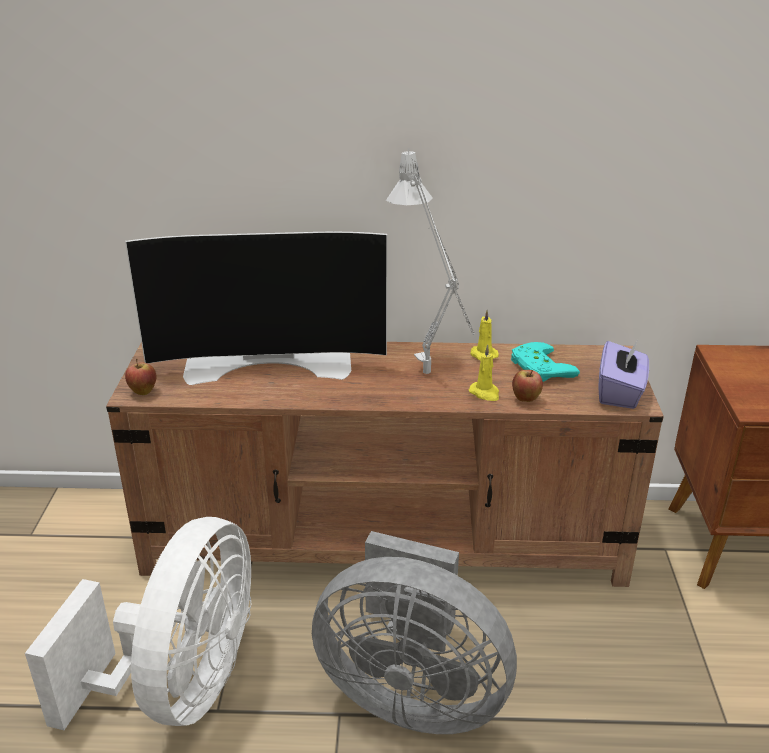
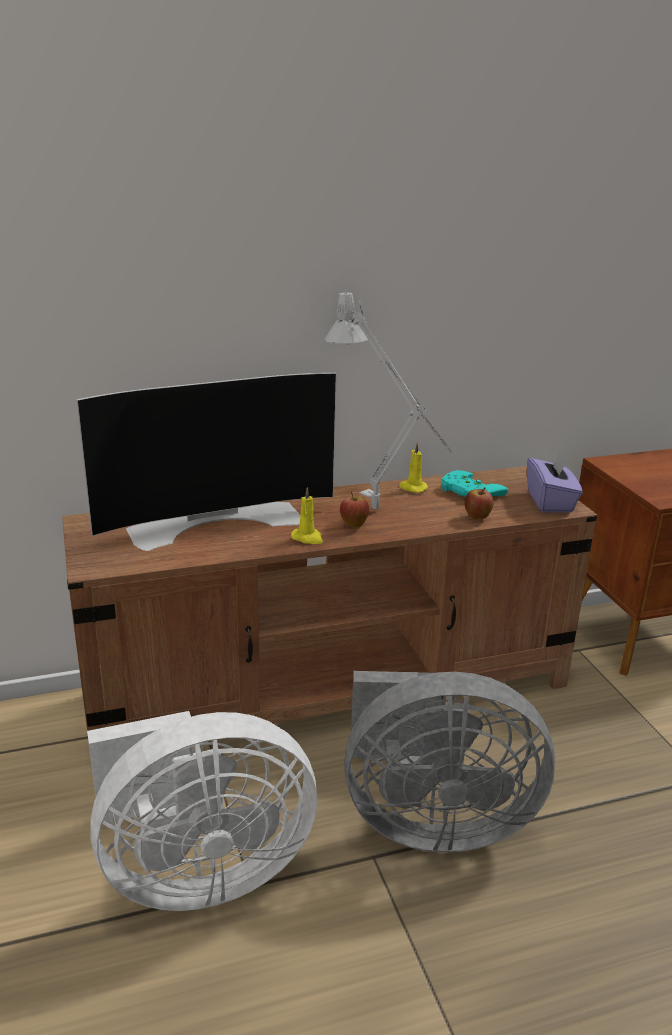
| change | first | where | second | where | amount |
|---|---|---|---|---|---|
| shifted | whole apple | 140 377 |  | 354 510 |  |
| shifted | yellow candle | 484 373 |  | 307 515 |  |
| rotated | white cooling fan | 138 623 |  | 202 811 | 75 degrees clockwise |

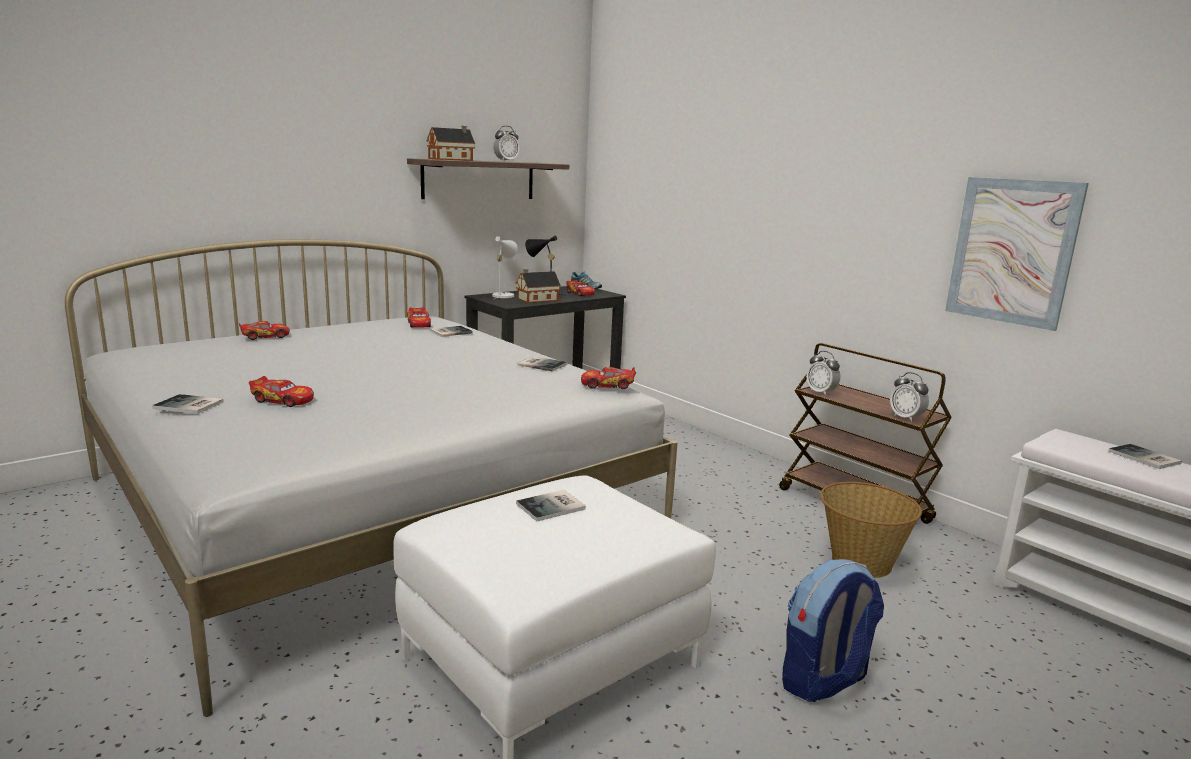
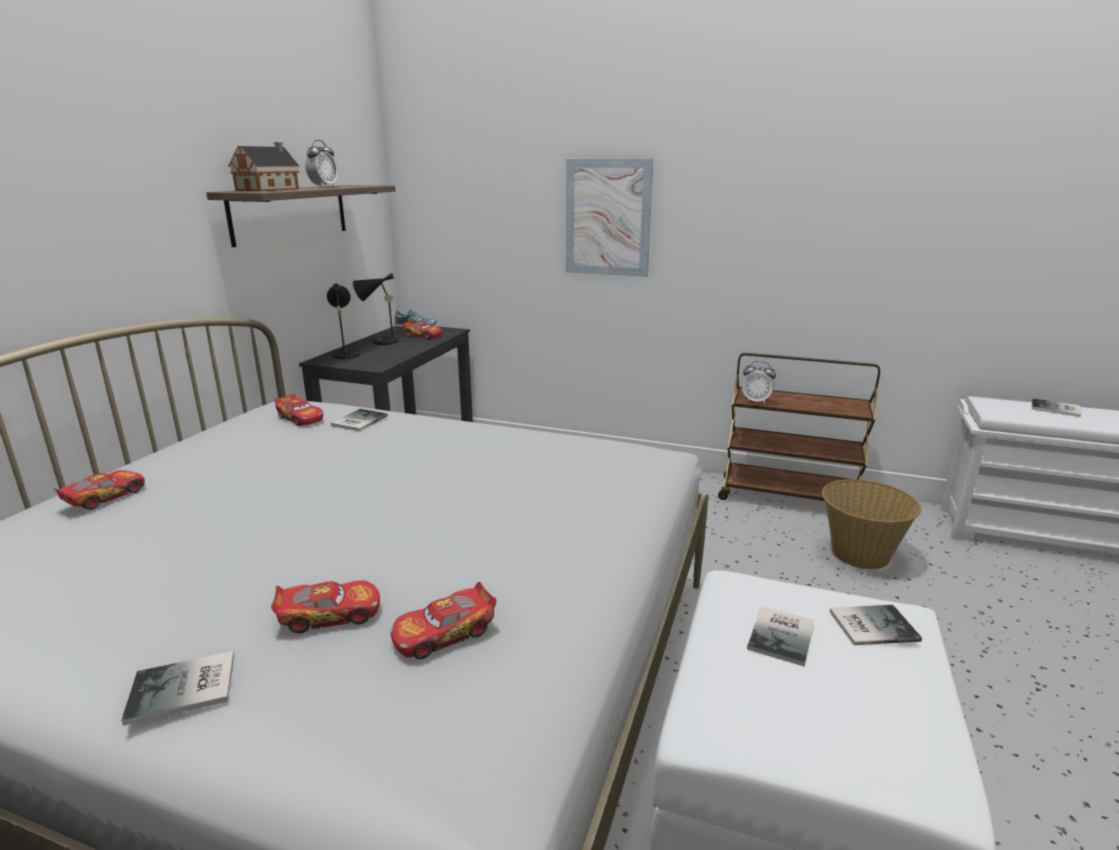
| change | first | where | second | where | amount |
|---|---|---|---|---|---|
| gone | miniature house | 538 286 |  |  |  |
| gone | rucksack | 833 630 |  |  |  |
| gone | table clock | 909 397 |  |  |  |
| shifted | volume | 542 364 |  | 875 625 |  |
| shifted | model car | 608 378 |  | 443 620 |  |
| shifted | wall art | 1017 254 |  | 609 218 |  |
| repainted | white tabletop lamp | 505 267 | blackish tabletop lamp | 344 323 |  |

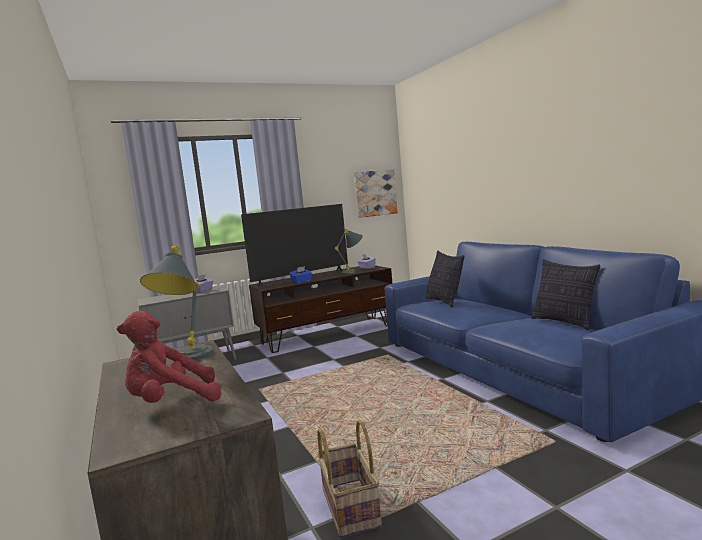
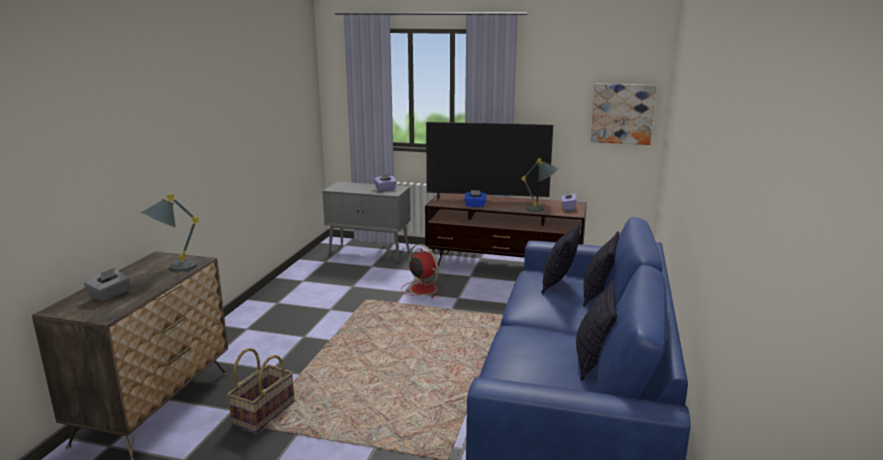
| change | first | where | second | where | amount |
|---|---|---|---|---|---|
| new |  |  | red cooling fan | 422 271 |  |
| new |  |  | cushion | 601 269 |  |
| swapped | red cuddly toy | 169 357 | grey box of tissues | 107 284 |  |

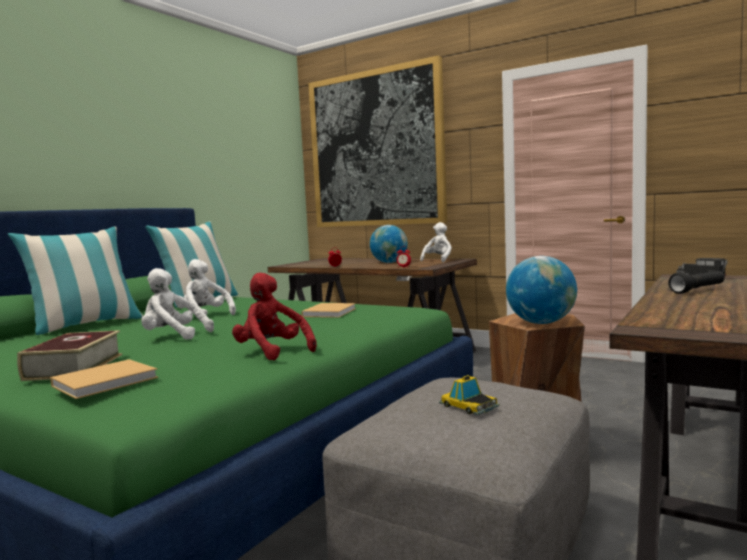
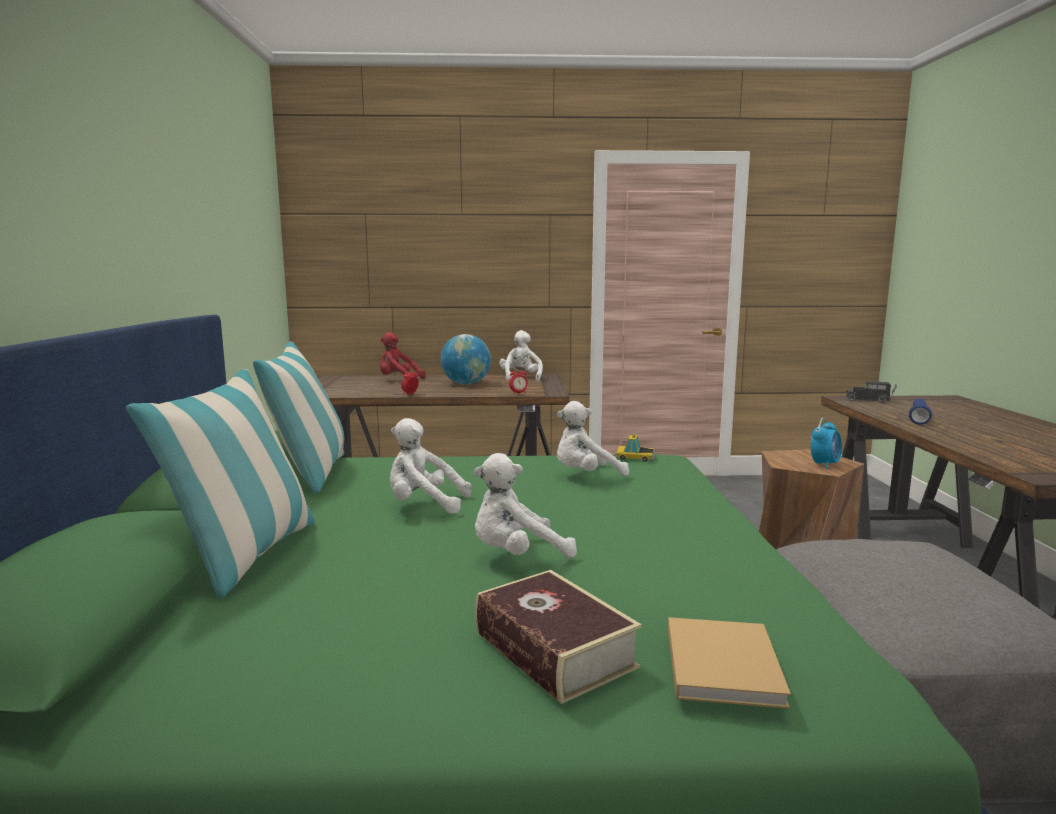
| change | first | where | second | where | amount |
|---|---|---|---|---|---|
| gone | wall art | 377 141 |  |  |  |
| shifted | red cuddly toy | 274 316 |  | 402 355 |  |
| shifted | model car | 469 395 |  | 635 448 |  |
| swapped | sand-coloured volume | 328 310 | white cuddly toy | 593 438 |  |
| swapped | world globe | 541 290 | table clock | 826 443 |  |
| repainted | blackish torch | 696 282 | blue-coloured torch | 920 411 |  |

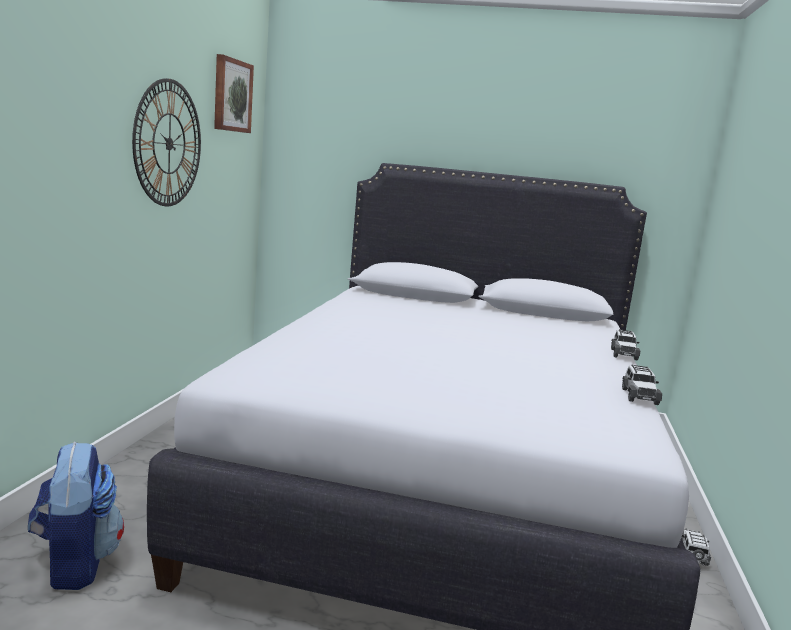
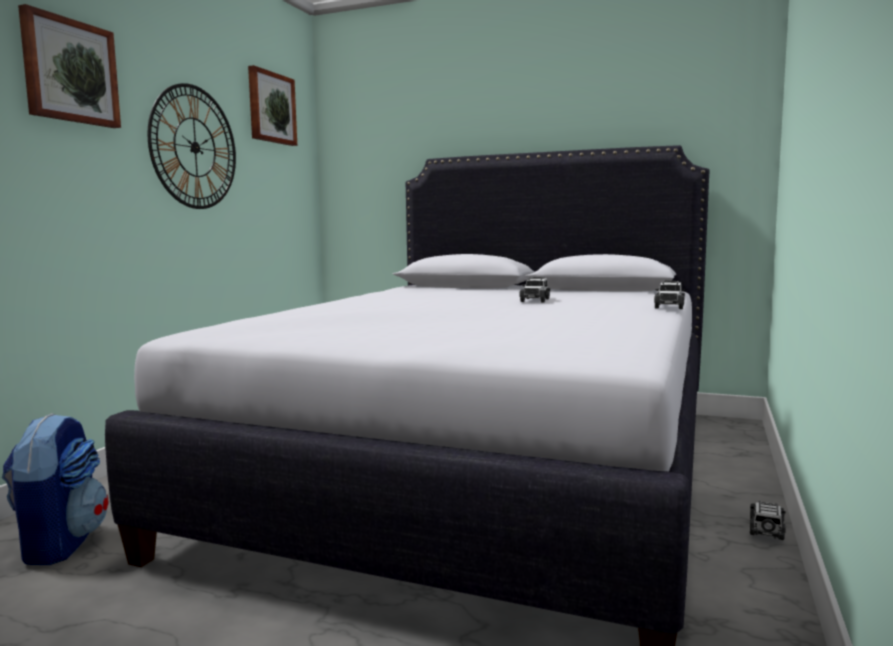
| change | first | where | second | where | amount |
|---|---|---|---|---|---|
| new |  |  | wall art | 69 66 |  |
| shifted | model car | 642 384 |  | 534 289 |  |

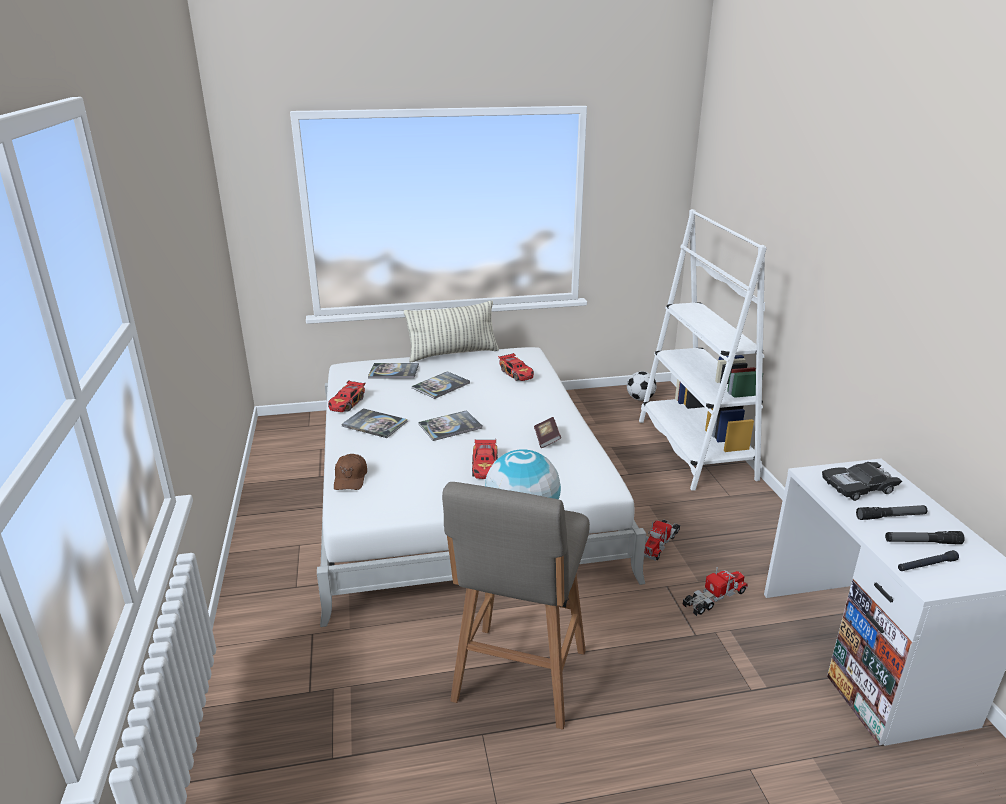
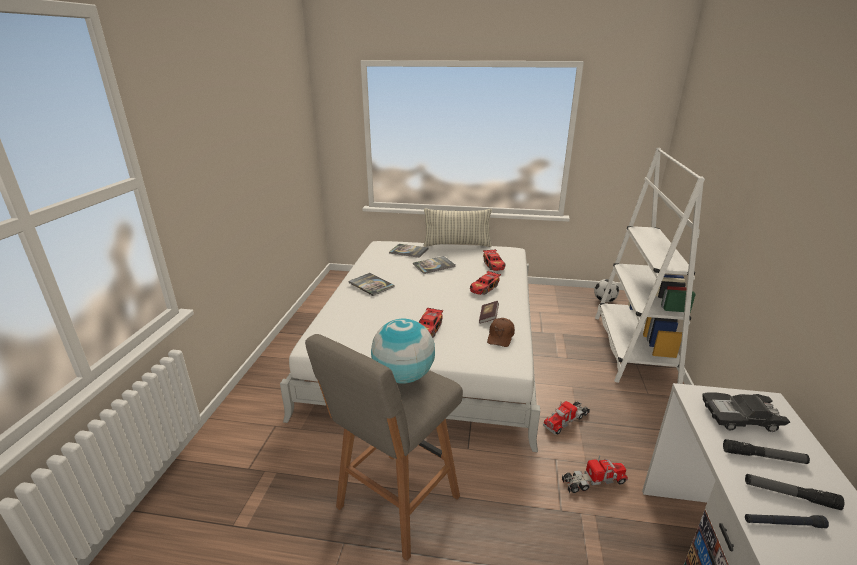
| change | first | where | second | where | amount |
|---|---|---|---|---|---|
| gone | volume | 450 425 |  |  |  |
| shifted | model car | 346 396 |  | 485 282 |  |
| shifted | brown-coloured peaked cap | 350 472 |  | 501 332 |  |

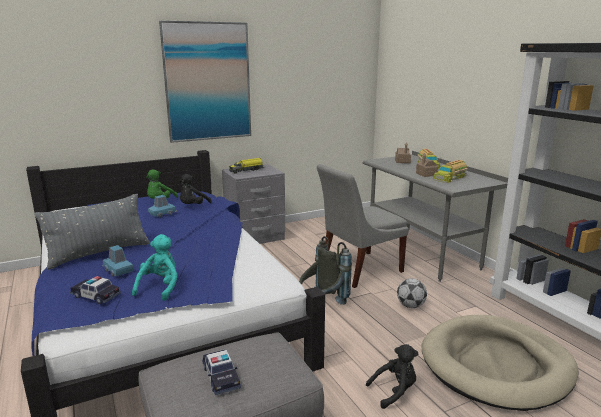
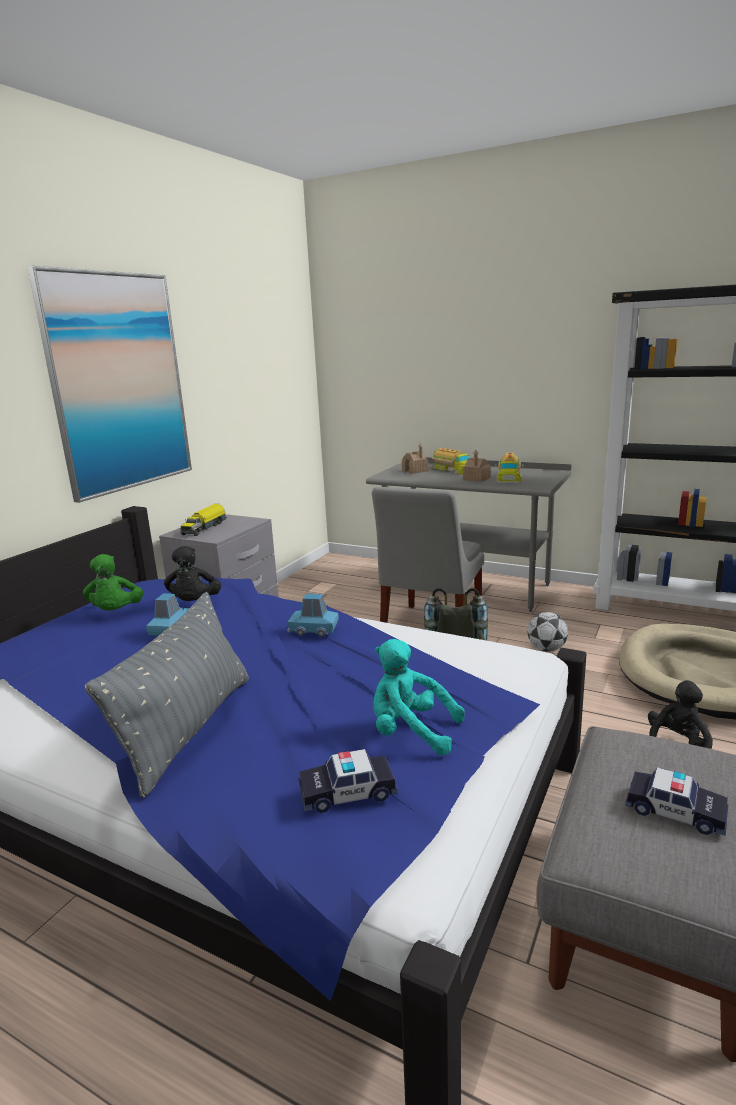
| change | first | where | second | where | amount |
|---|---|---|---|---|---|
| shifted | blue-coloured model car | 118 260 |  | 313 615 |  |
| rotated | turquoise-coloured cuddly toy | 155 267 |  | 419 697 | 45 degrees counterclockwise |

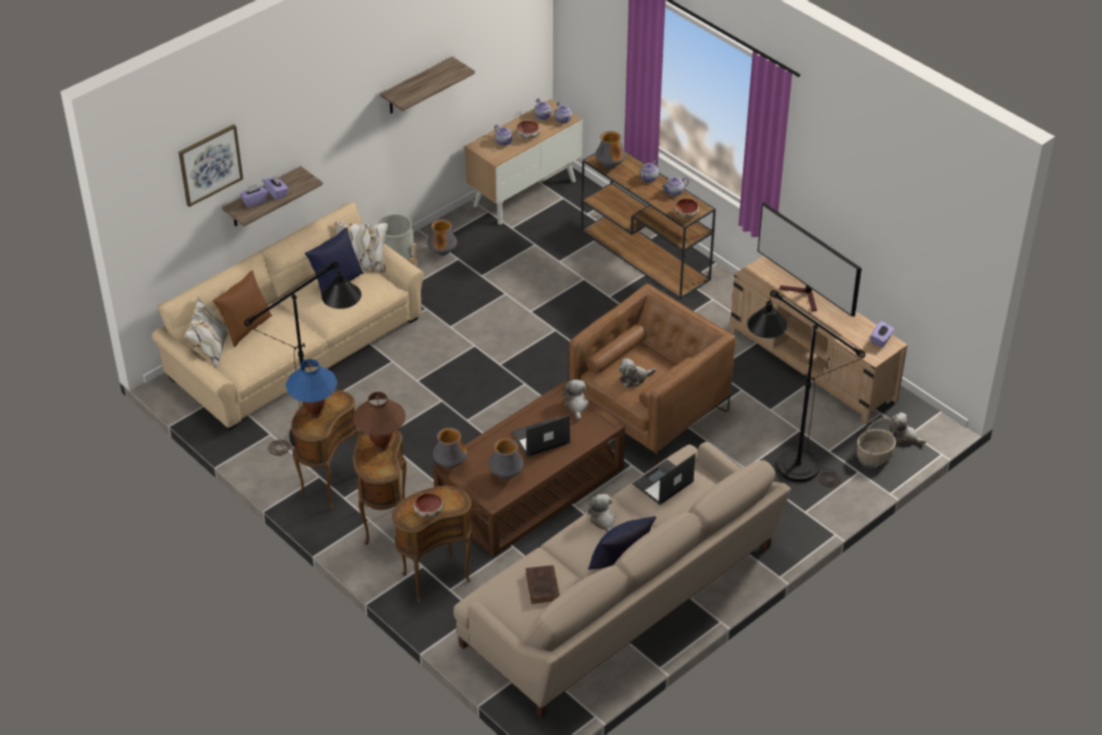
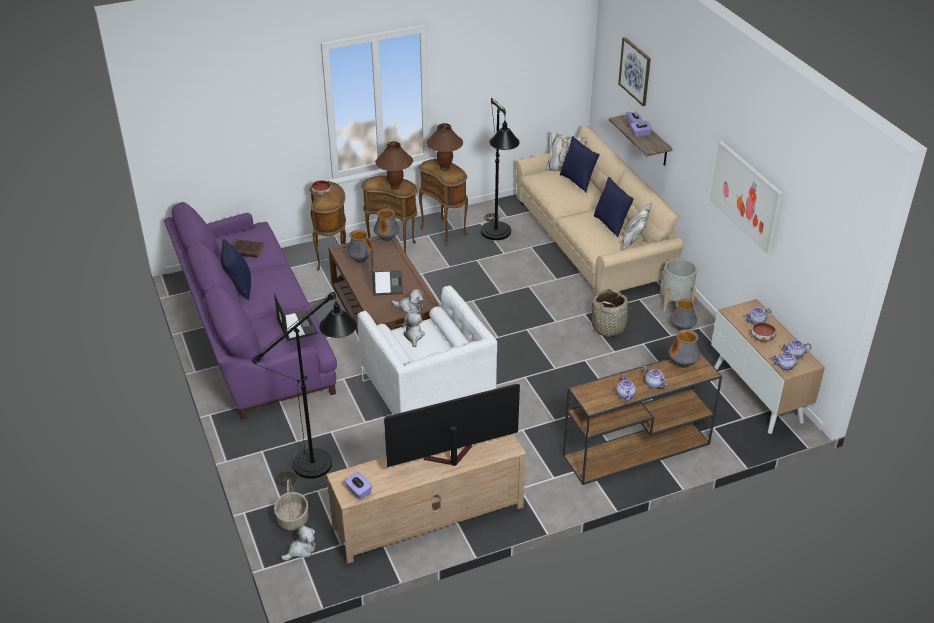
| change | first | where | second | where | amount |
|---|---|---|---|---|---|
| gone | cuddly toy | 601 513 |  |  |  |
| gone | deep dish | 686 209 |  |  |  |
| new |  |  | household basket | 610 313 |  |
| swapped | bracket shelf | 427 84 | wall art | 746 197 |  |
| repainted | brown-coloured cushion | 242 309 | blue-coloured cushion | 580 164 |  |
| repainted | blue-coloured tabletop lamp | 312 388 | brown-coloured tabletop lamp | 444 147 |  |
| repainted | sand-coloured sofa | 622 580 | purple sofa | 250 310 |  |
| repainted | brown-coloured easy chair | 652 375 | white easy chair | 427 350 |  |

